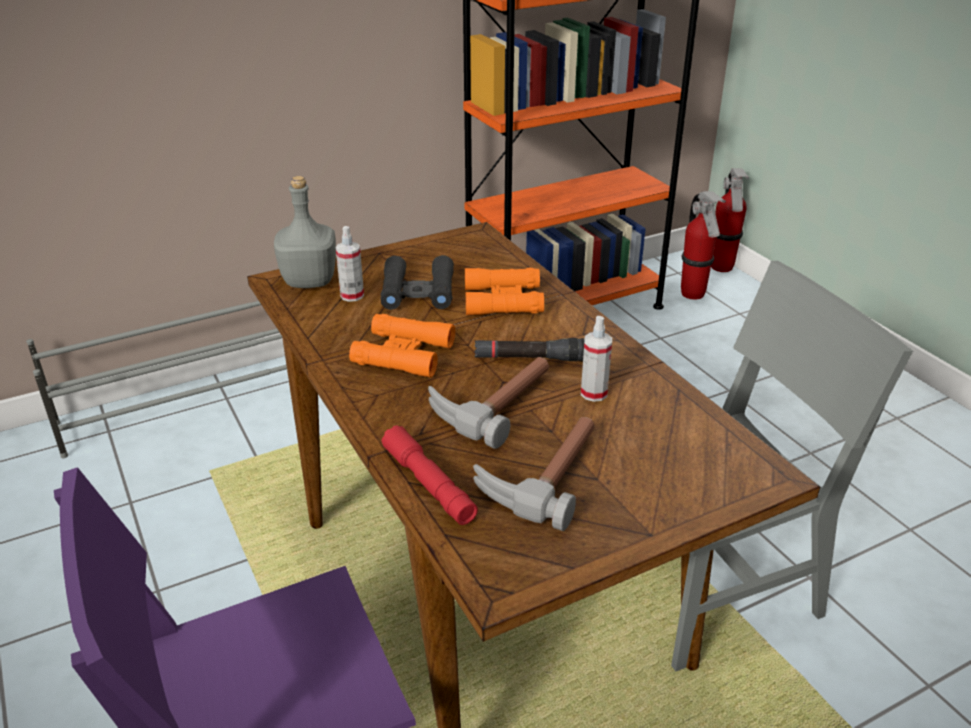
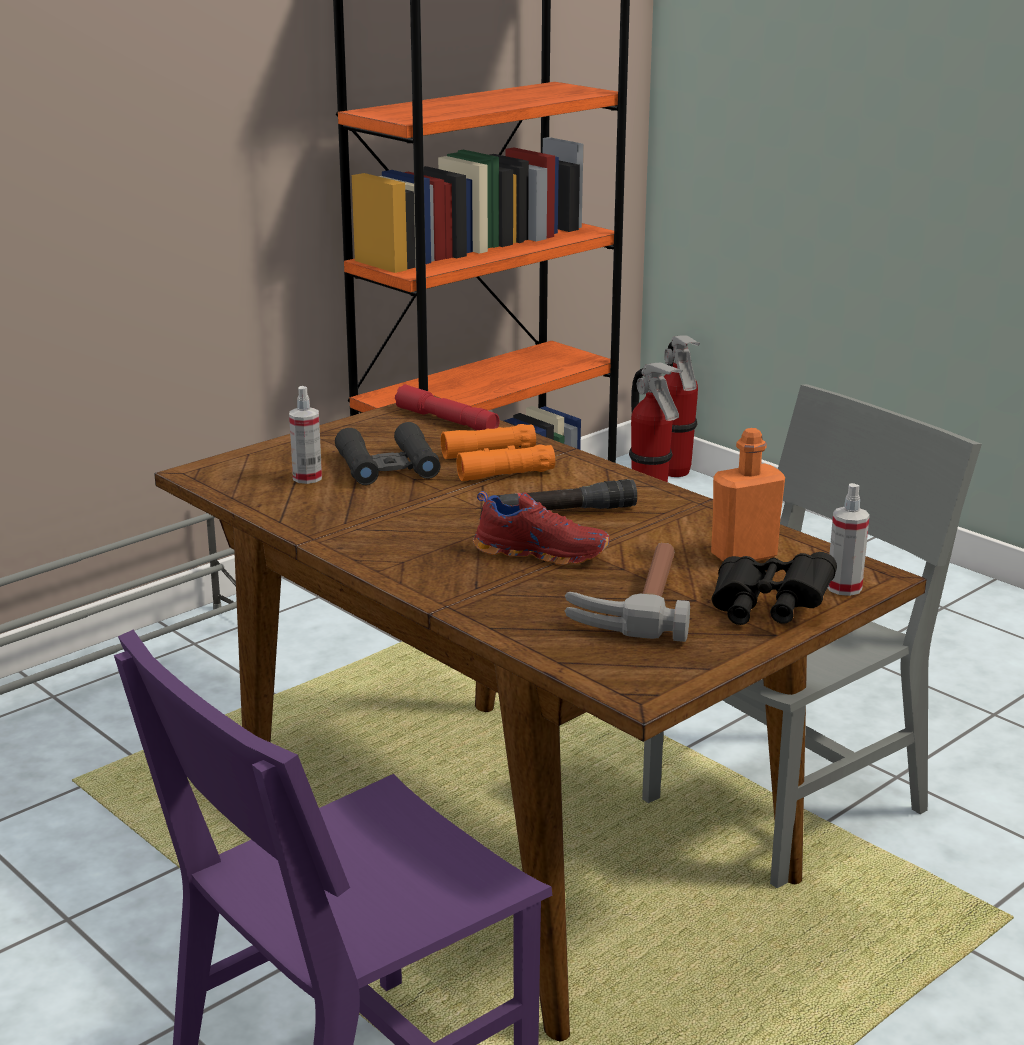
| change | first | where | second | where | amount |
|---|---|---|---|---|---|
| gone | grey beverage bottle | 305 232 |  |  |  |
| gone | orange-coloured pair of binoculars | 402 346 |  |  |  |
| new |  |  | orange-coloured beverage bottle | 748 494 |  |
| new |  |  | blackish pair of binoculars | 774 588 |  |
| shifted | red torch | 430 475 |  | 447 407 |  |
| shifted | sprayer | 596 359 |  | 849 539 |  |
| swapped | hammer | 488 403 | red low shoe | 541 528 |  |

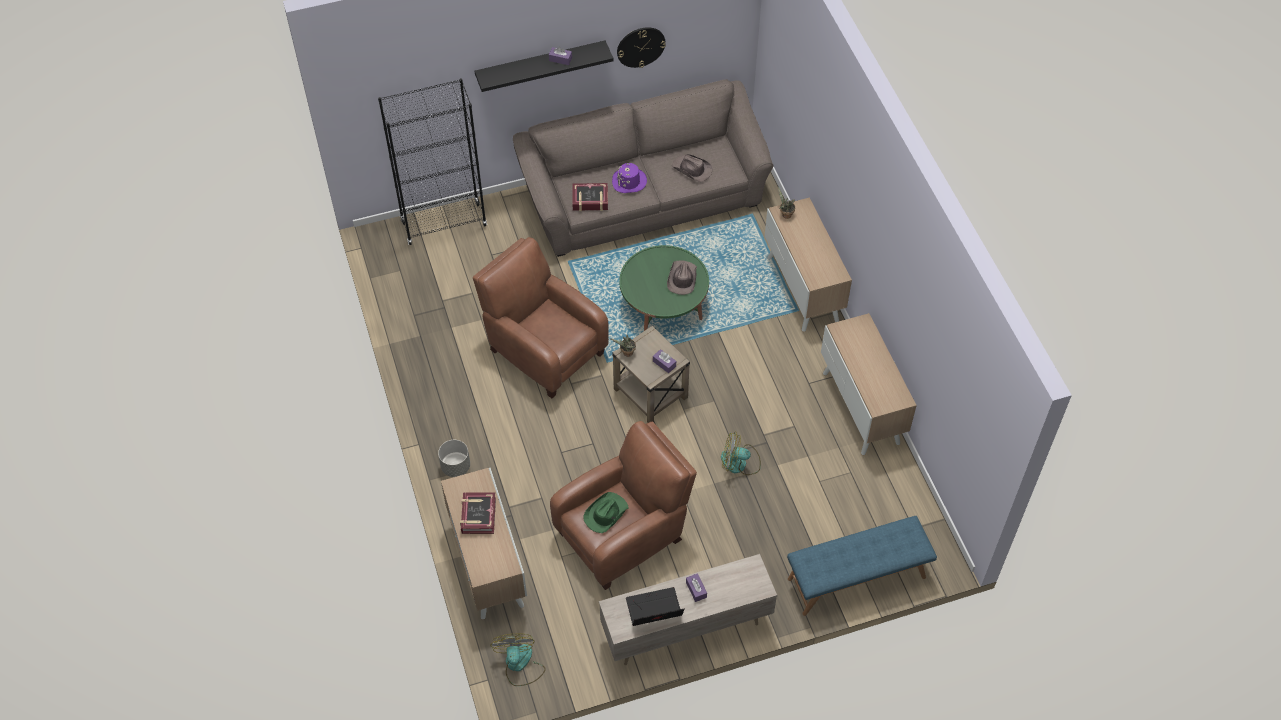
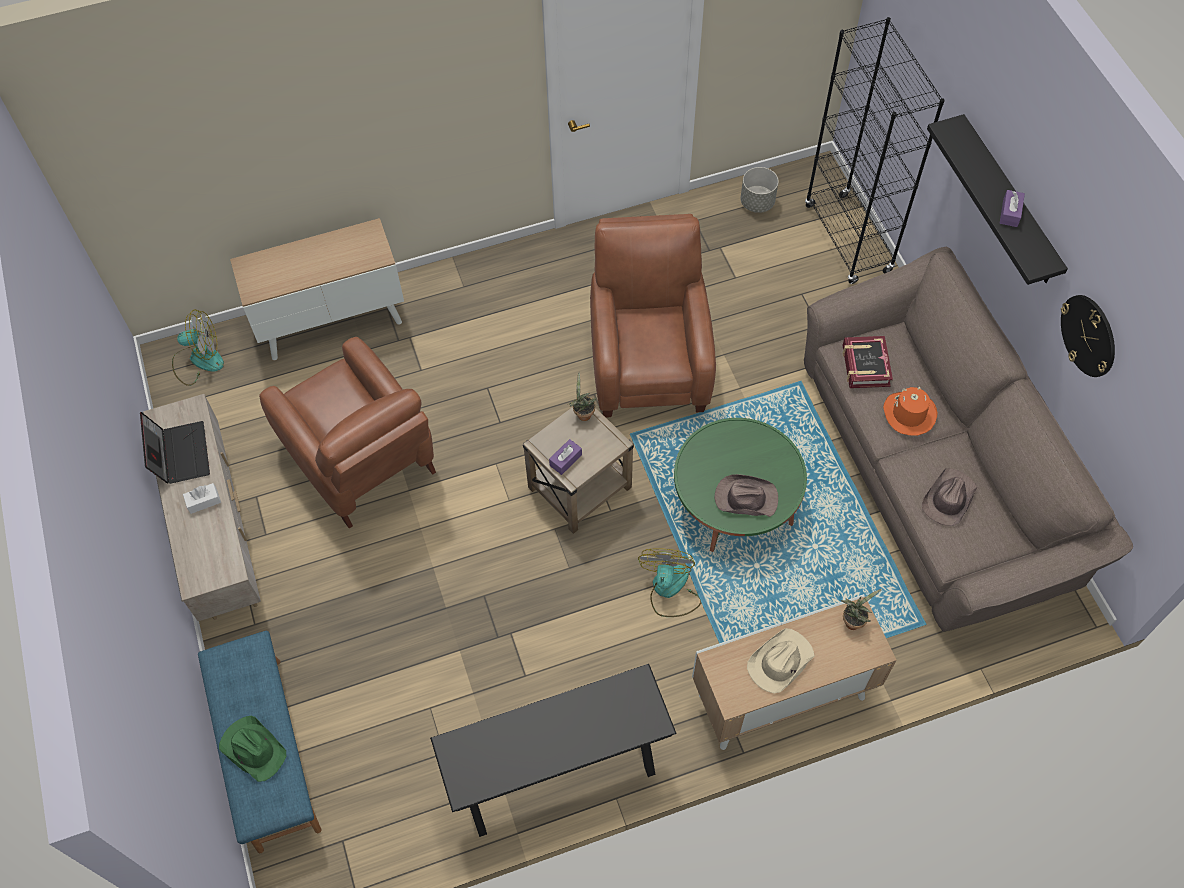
| change | first | where | second | where | amount |
|---|---|---|---|---|---|
| gone | volume | 478 513 |  |  |  |
| new |  |  | sand-coloured hat | 781 660 |  |
| shifted | grey plant pot | 454 458 |  | 760 190 |  |
| shifted | greenish hat | 605 512 |  | 252 749 |  |
| shifted | cooling fan | 741 453 |  | 669 582 |  |
| swapped | cabinet | 869 384 | blackish narrow table | 553 750 |  |
| repainted | purple hat | 629 178 | orange-coloured hat | 910 411 |  |
| repainted | purple box of tissues | 696 587 | white box of tissues | 202 498 |  |
| rotated | brown-coloured easy chair | 541 317 |  | 653 316 | 45 degrees counterclockwise |

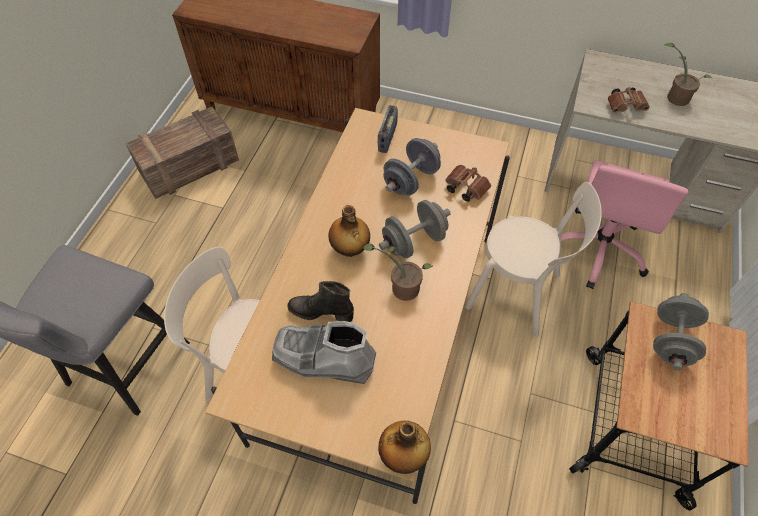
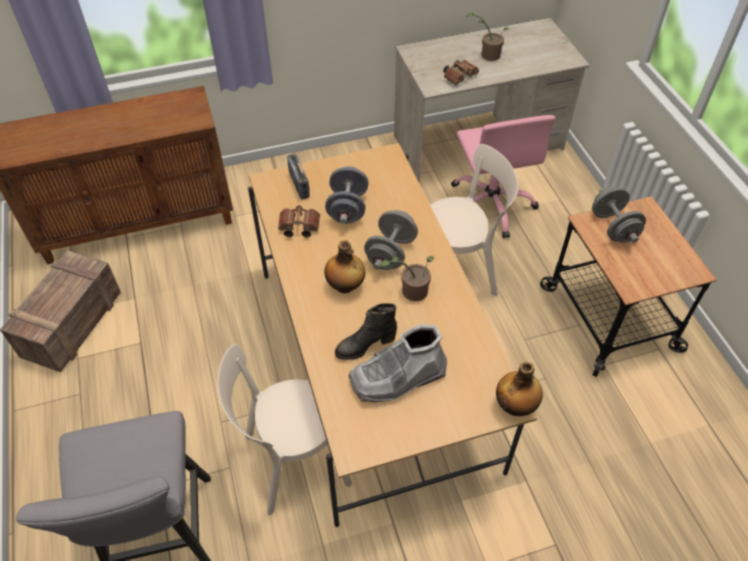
| change | first | where | second | where | amount |
|---|---|---|---|---|---|
| shifted | brown-coloured pair of binoculars | 468 183 |  | 299 221 |  |

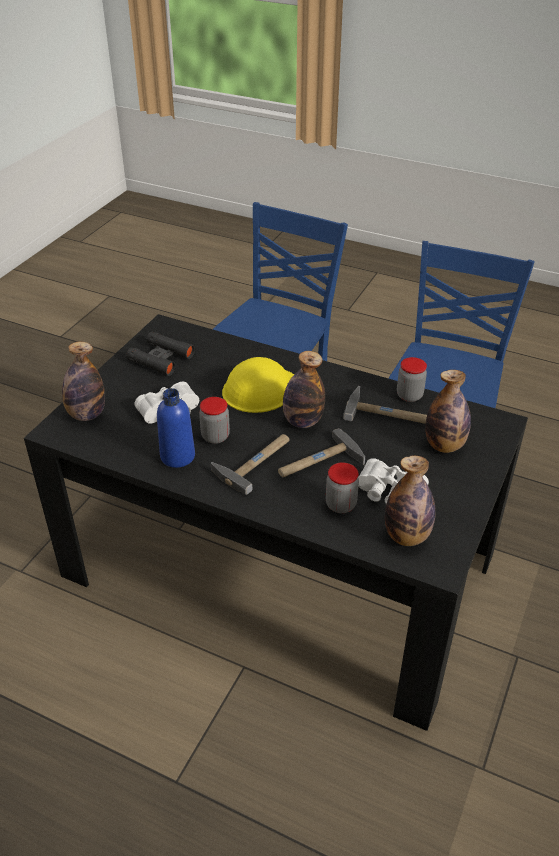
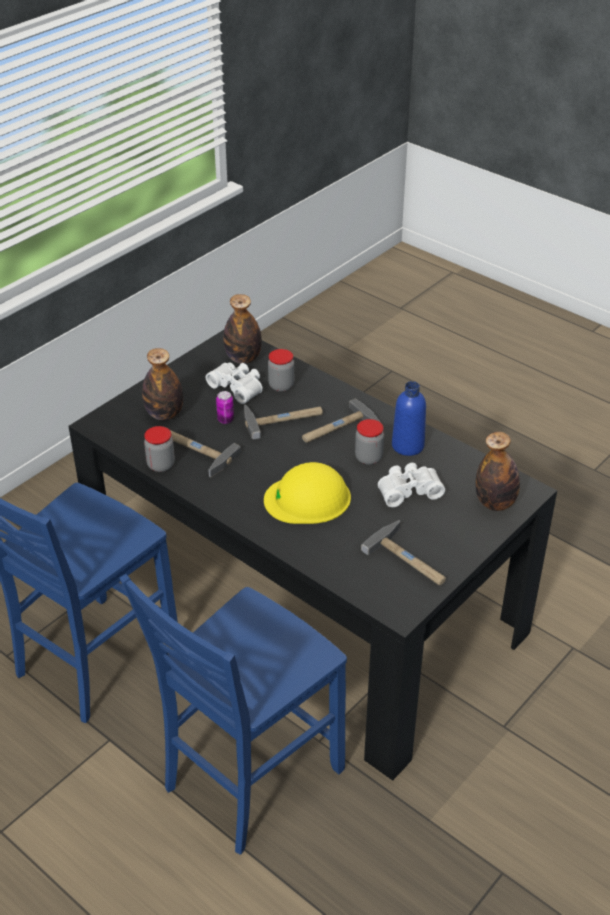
| change | first | where | second | where | amount |
|---|---|---|---|---|---|
| gone | beverage bottle | 304 389 |  |  |  |
| new |  |  | can | 225 407 |  |
| swapped | blackish pair of binoculars | 160 354 | hammer | 403 552 |  |

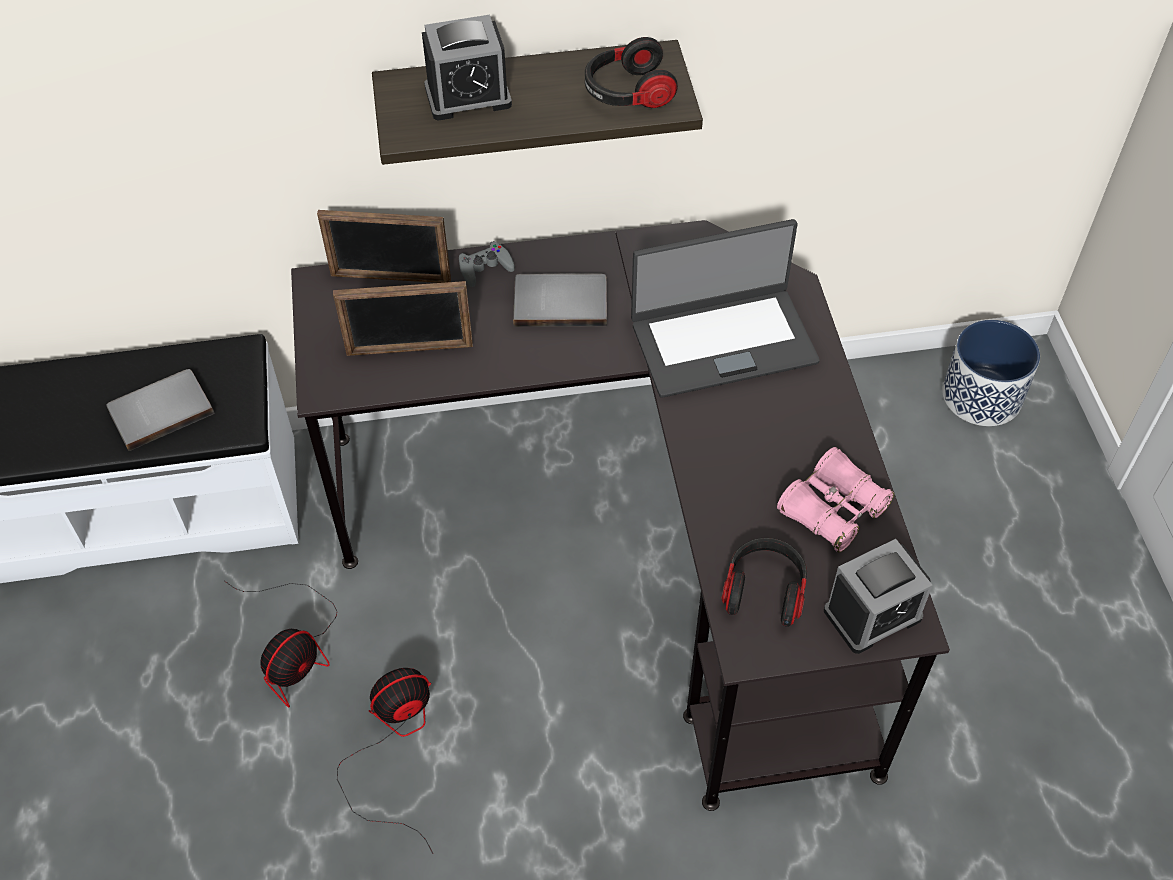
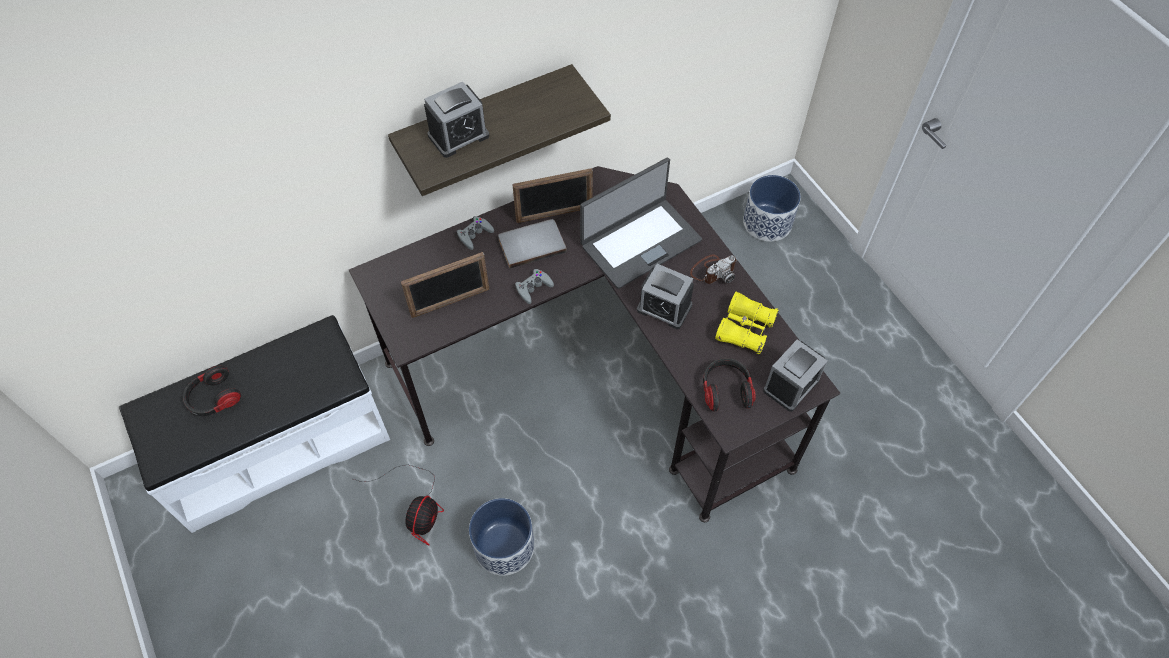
| change | first | where | second | where | amount |
|---|---|---|---|---|---|
| gone | grey volume | 161 410 |  |  |  |
| new |  |  | grey joypad | 534 286 |  |
| new |  |  | table clock | 665 296 |  |
| new |  |  | still camera | 713 269 |  |
| shifted | standing frame | 384 246 |  | 552 195 |  |
| shifted | headset | 631 72 |  | 211 391 |  |
| swapped | cooling fan | 385 761 | plant pot | 502 537 |  |
| repainted | pink pair of binoculars | 835 500 | yellow pair of binoculars | 747 323 |  |

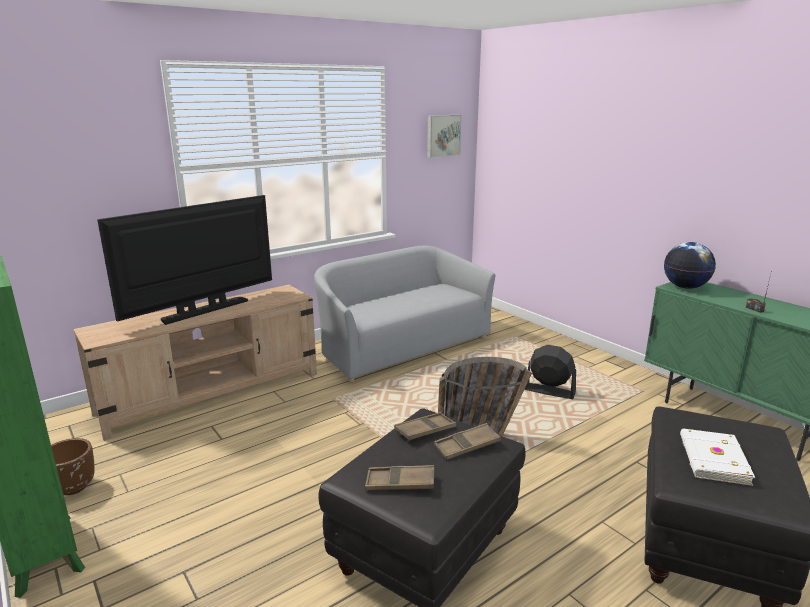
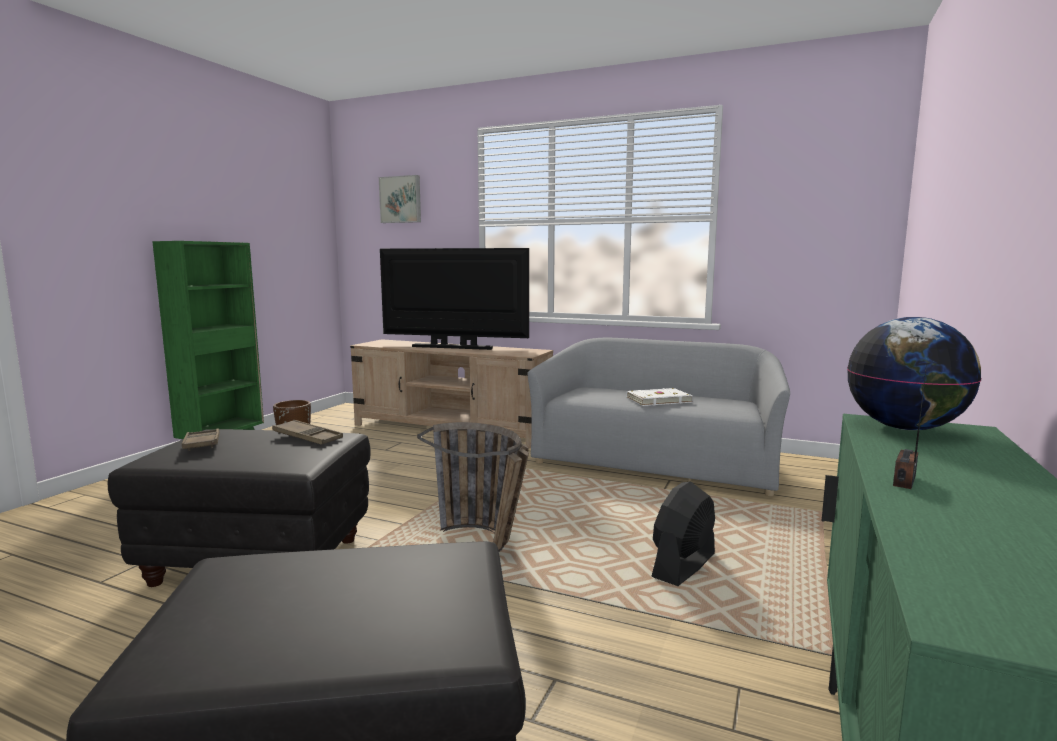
| change | first | where | second | where | amount |
|---|---|---|---|---|---|
| gone | brown-coloured carrying tray | 467 441 |  |  |  |
| shifted | wall art | 444 136 |  | 400 199 |  |
| shifted | white volume | 717 457 |  | 659 397 |  |
| rotated | blackish cooling fan | 550 372 |  | 683 533 | 135 degrees counterclockwise |

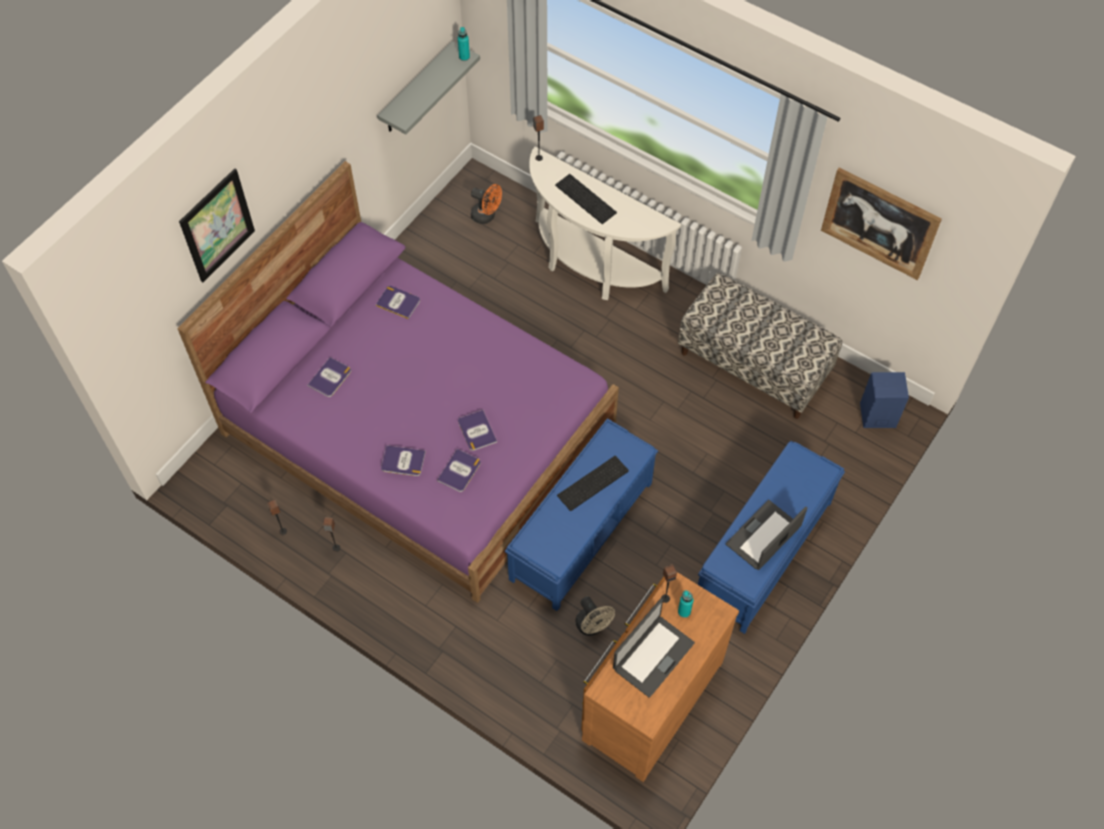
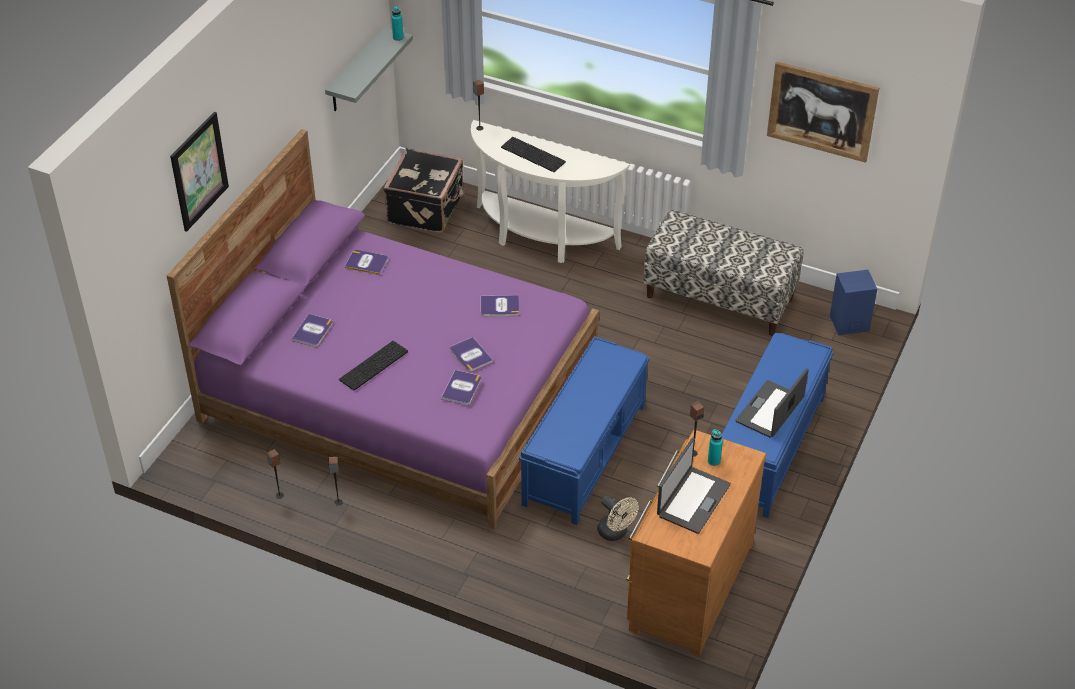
| change | first | where | second | where | amount |
|---|---|---|---|---|---|
| shifted | volume | 403 460 |  | 500 305 |  |
| shifted | computer keyboard | 593 483 |  | 373 366 |  |
| swapped | orange-coloured cooling fan | 486 204 | blackish suitcase | 424 190 |  |

